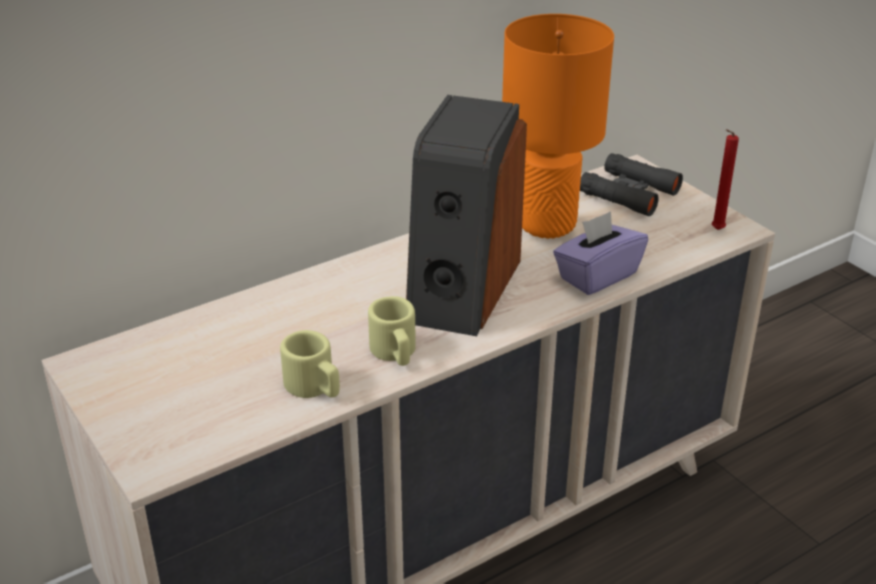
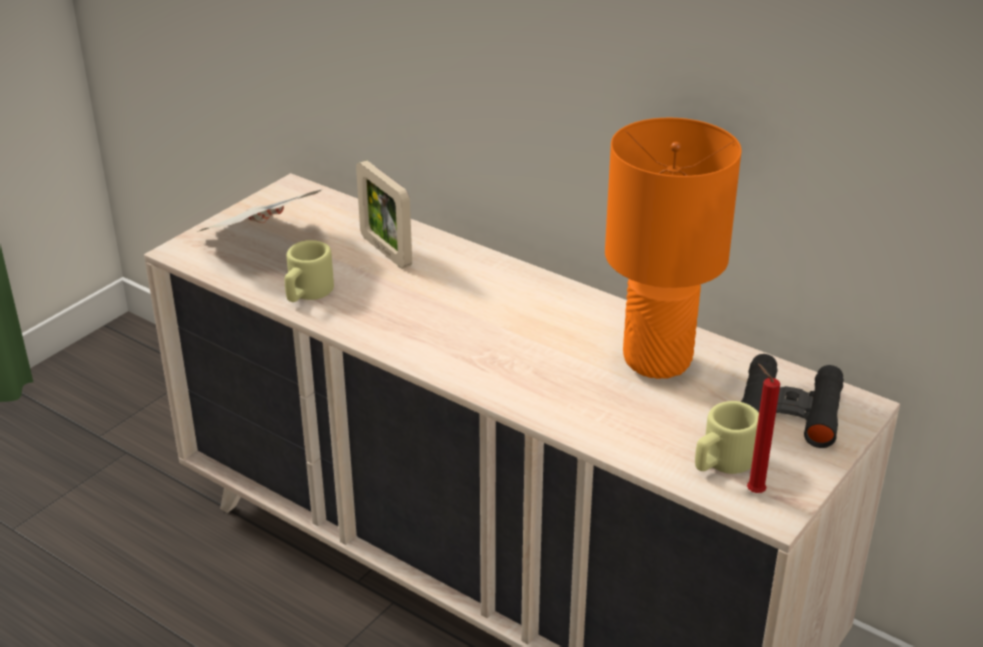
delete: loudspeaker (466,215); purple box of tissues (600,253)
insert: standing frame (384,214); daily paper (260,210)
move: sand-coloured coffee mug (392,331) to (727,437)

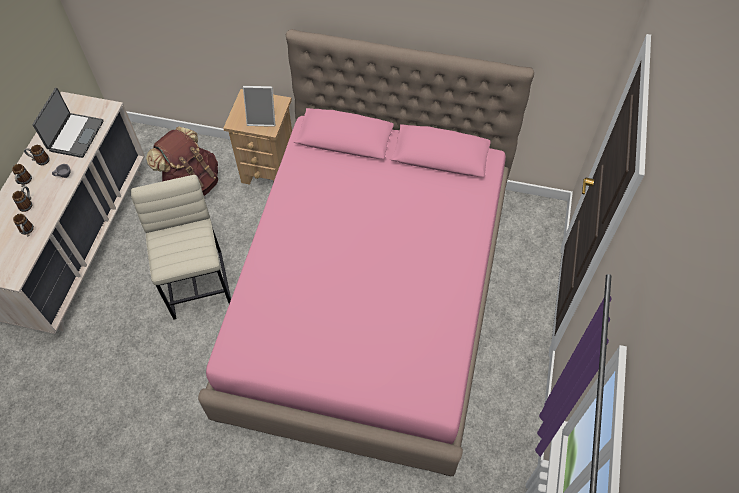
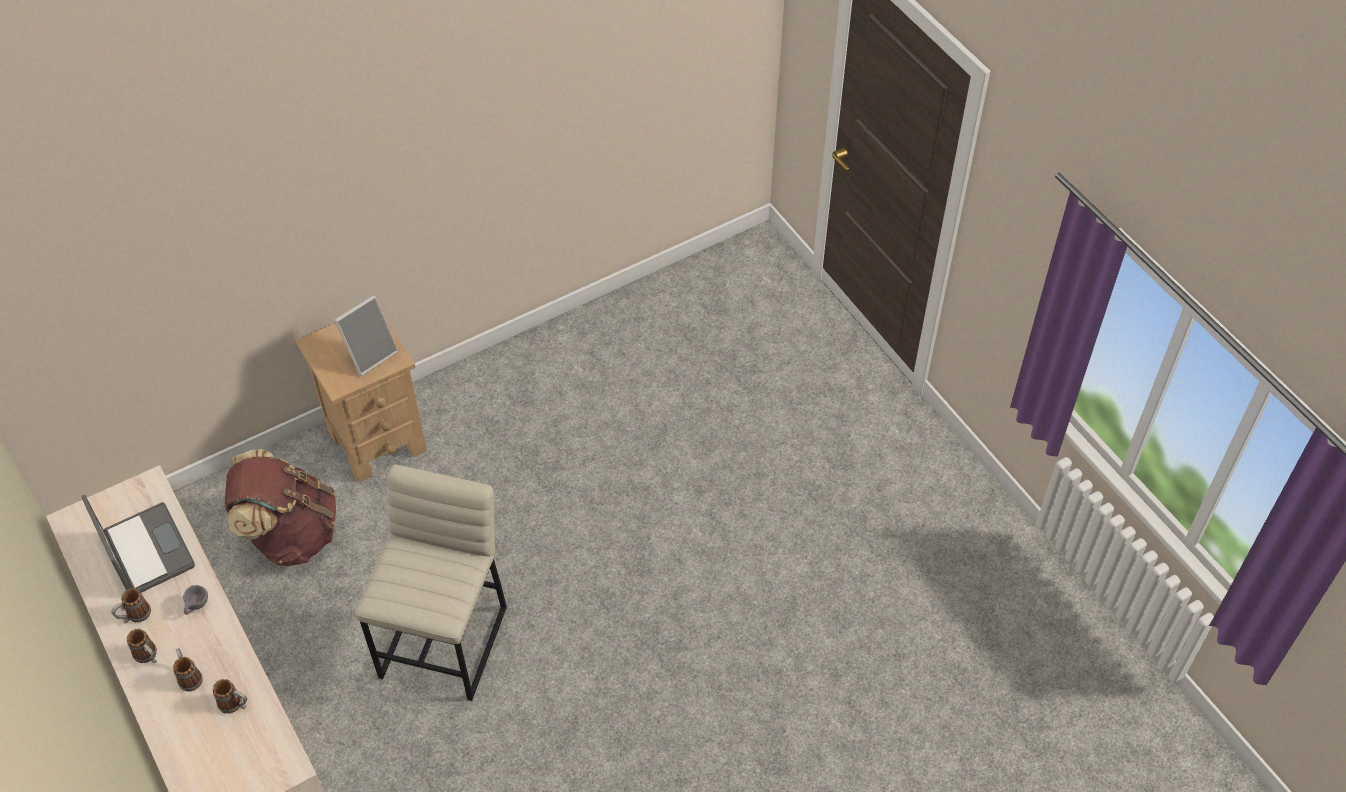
delete: pink bedroom bed (366,252)
rotate: sand-coloured upright chair (181,247) = (431,582) 75 degrees clockwise

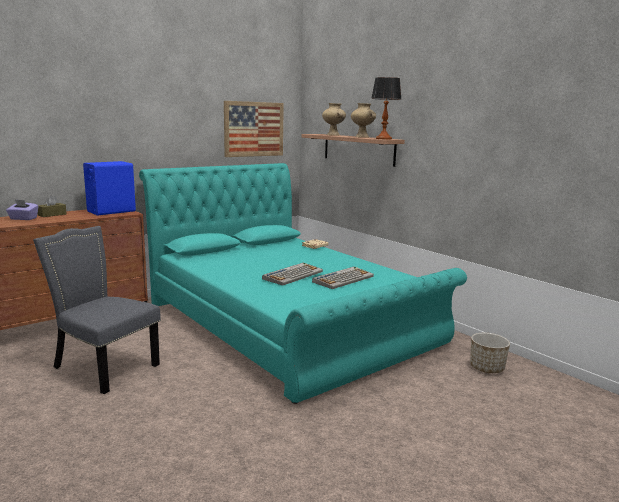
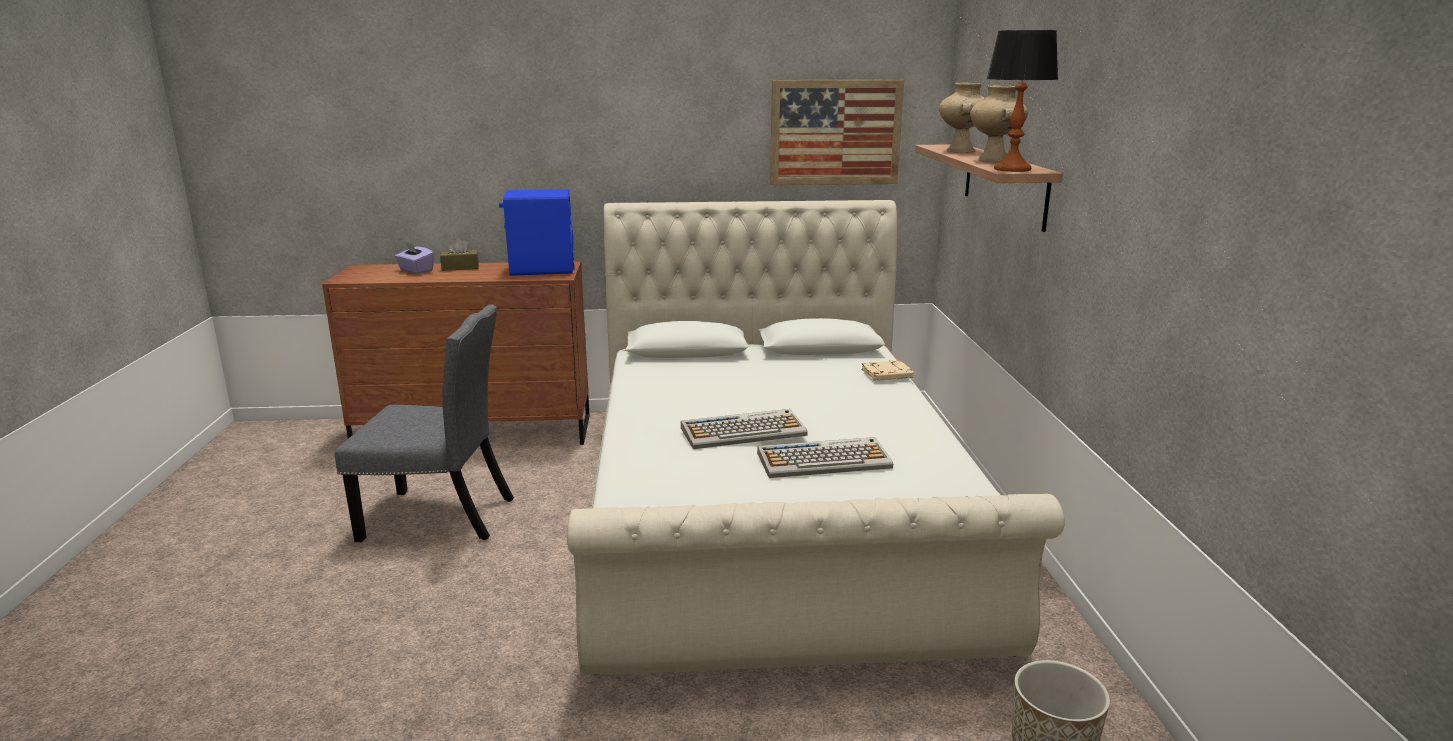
recolor: blue-green bedroom bed (303,283) to sand-coloured bedroom bed (816,437)
rotate: grey upright chair (97,310) = (424,423) 120 degrees clockwise

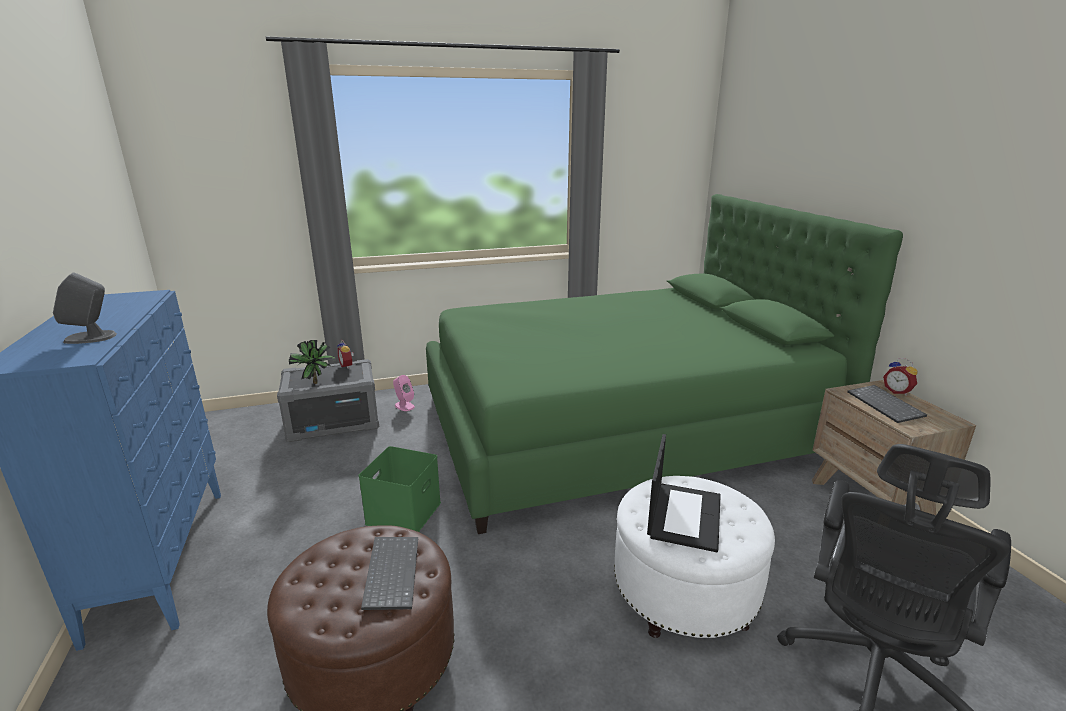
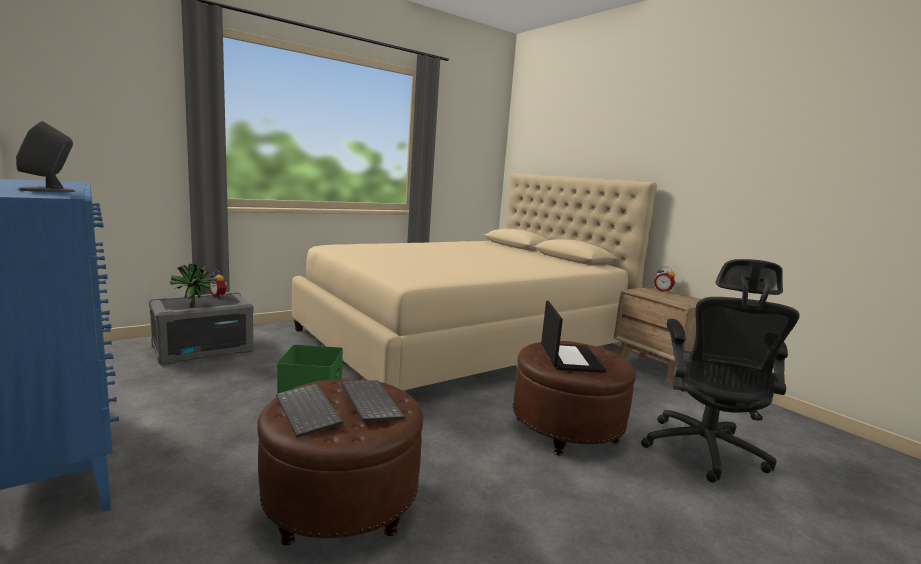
delete: pink loudspeaker (404,393)
move: PC keyboard (887,404) to (309,410)
recolor: greenish bedroom bed (664,364) to sand-coloured bedroom bed (474,282); white-coloured pouffe (694,557) to brown-coloured pouffe (574,398)

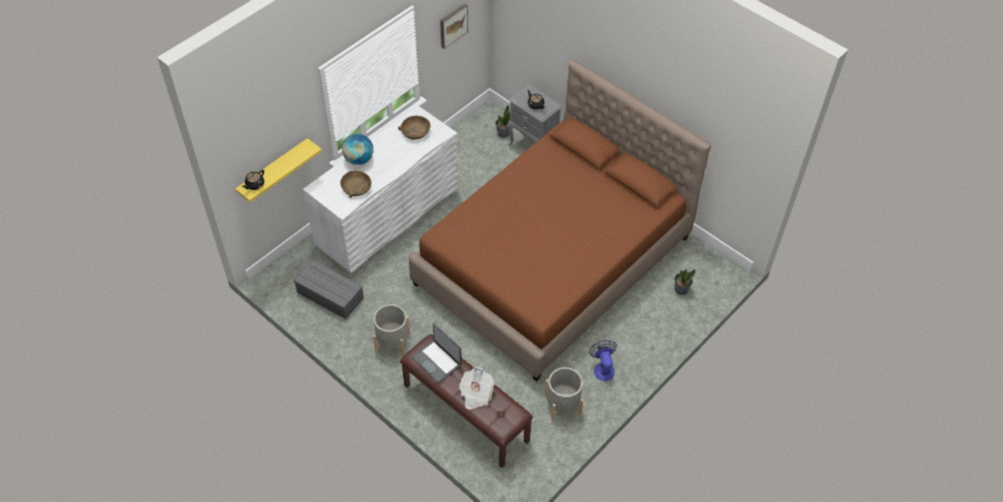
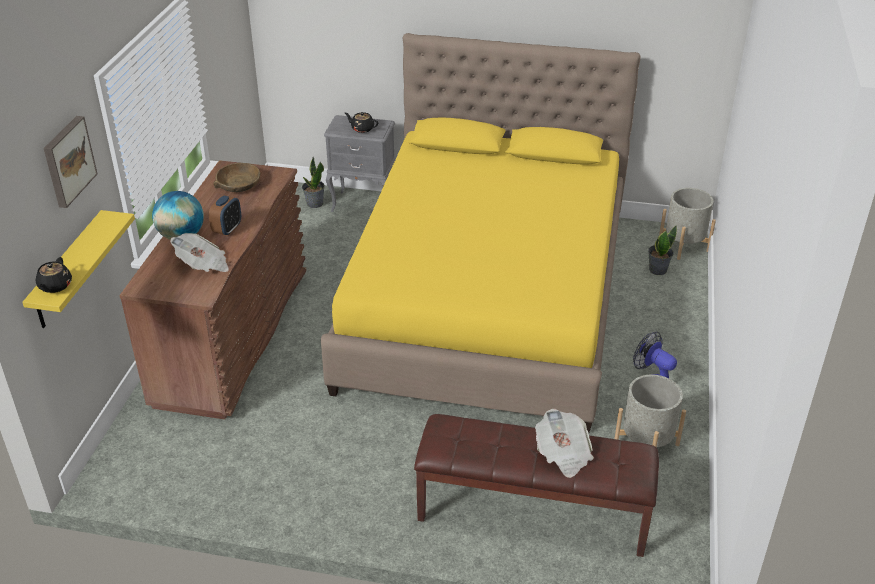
delete: grey storage box (329,289); portable computer (437,353)
insert: table clock (225,215)
move: wall art (454,26) to (71,162); grey planter (391,330) to (687,224)
replace: brown-coloured serving bowl (355,184) to daily paper (199,252)
recolor: brown-coloured bedroom bed (560,221) to yellow bedroom bed (481,233); white-coloured drawer chest (381,189) to brown-coloured drawer chest (213,289)

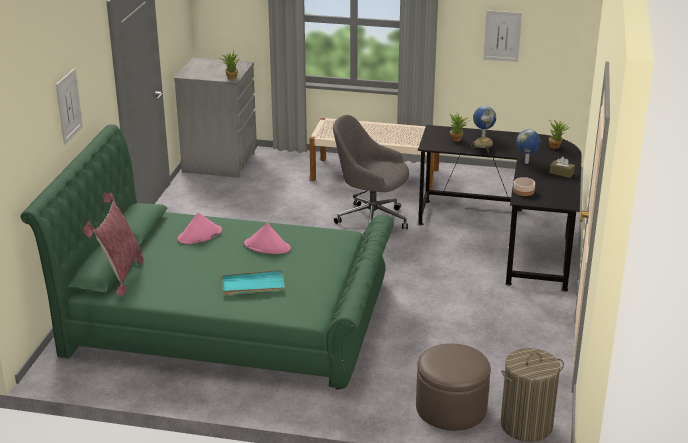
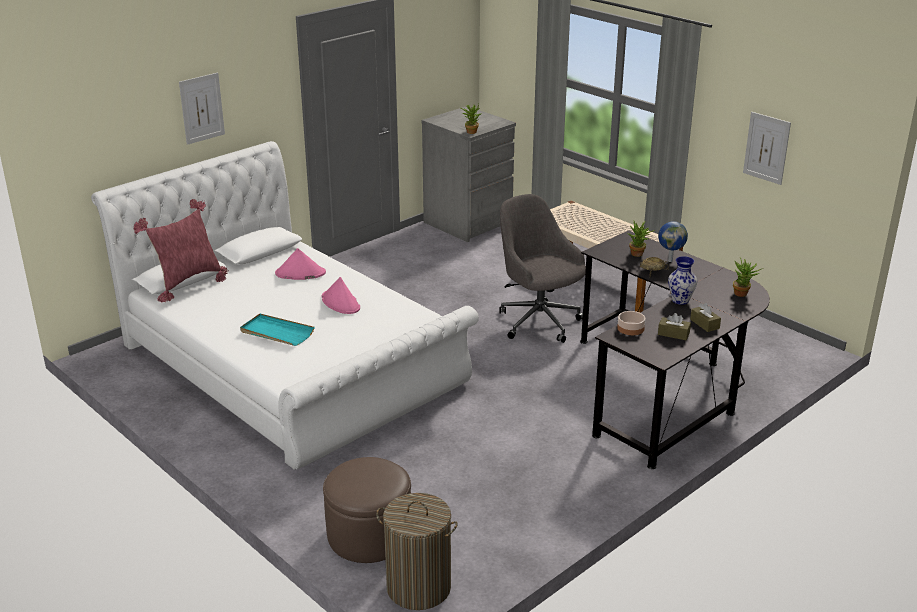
insert: brown-coloured box of tissues (674,326)
replace: world globe (528,146) to flower vase (682,280)
recolor: greenish bedroom bed (207,257) to white-coloured bedroom bed (285,305)

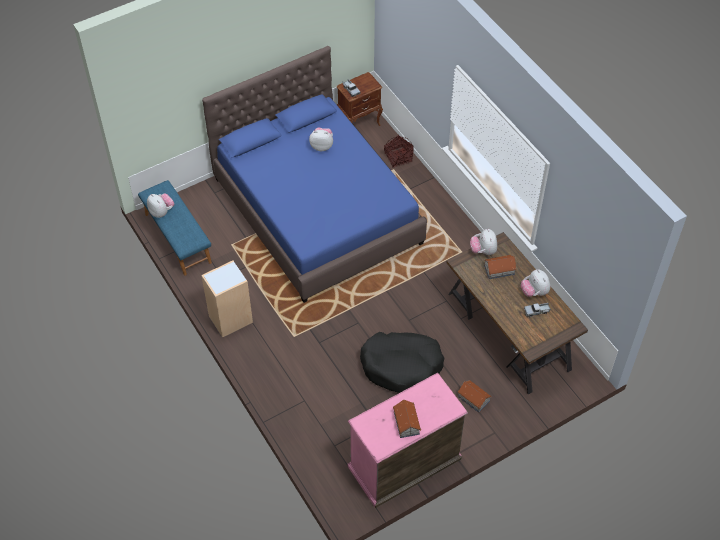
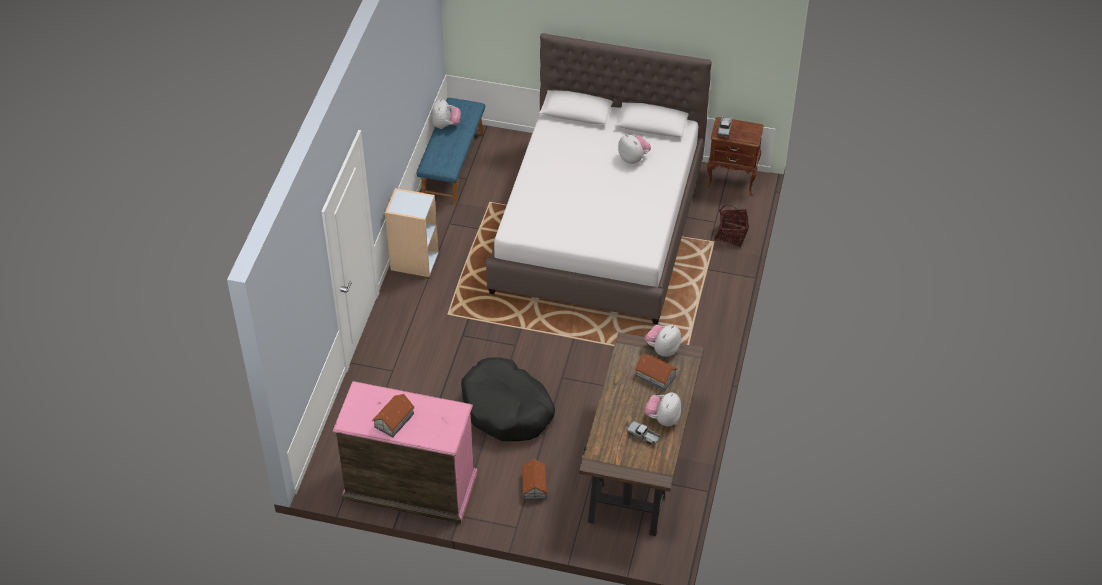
recolor: blue-coloured bedroom bed (314,174) to white-coloured bedroom bed (599,179)

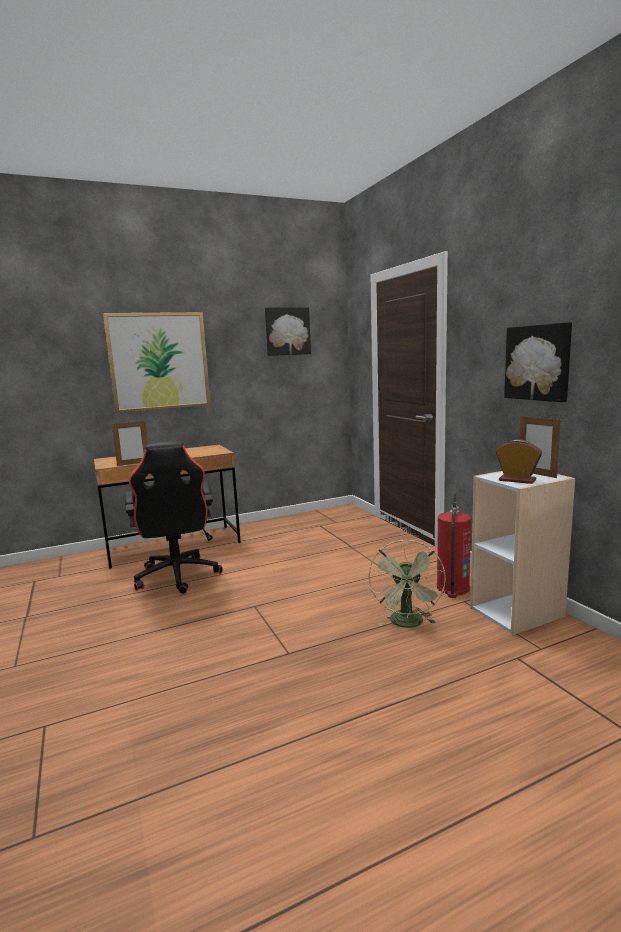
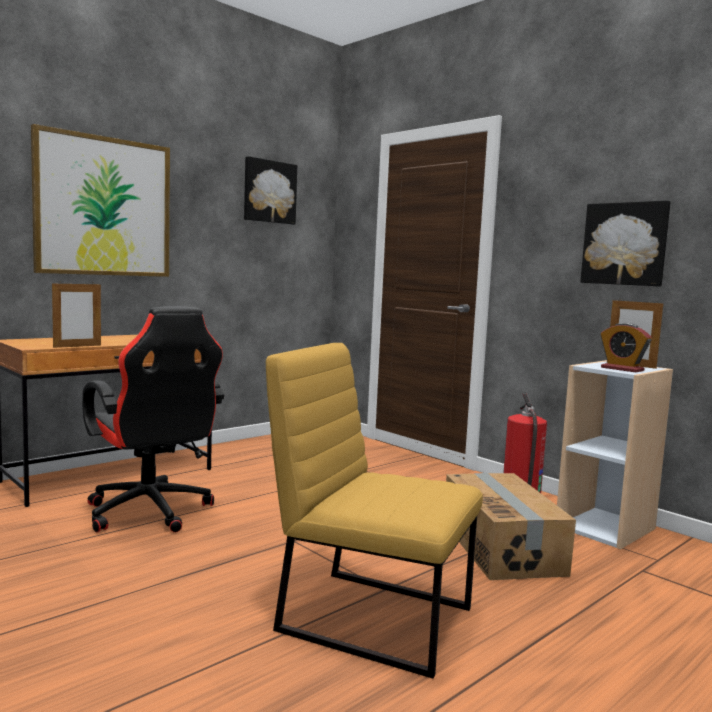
insert: yellow upright chair (374,511)
replace: greenish cooling fan (407,583) to carton (511,526)
rotate: table clock (519,461) = (626,347) 150 degrees counterclockwise

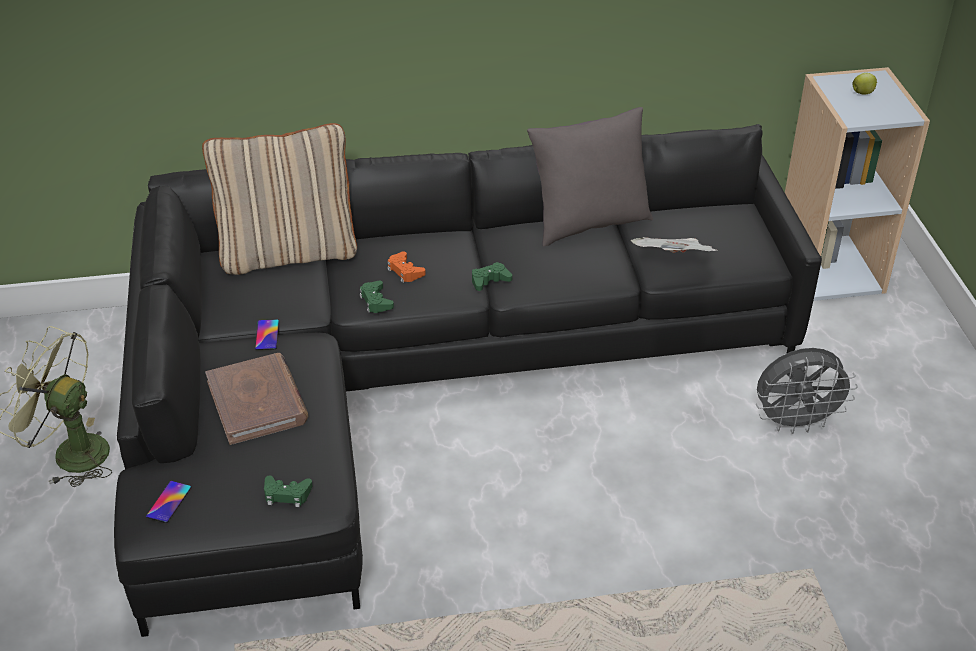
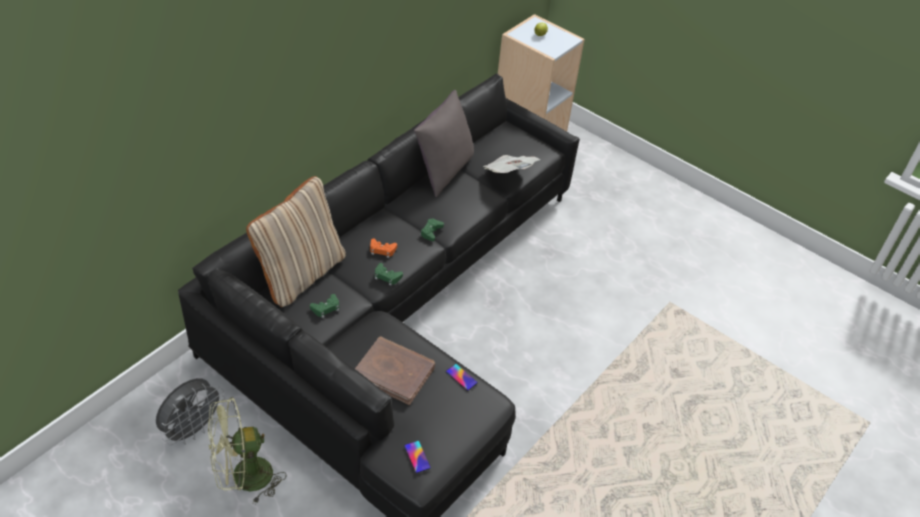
move: phone (267,334) to (462,377); grey cooling fan (807,391) to (190,412); greenish game controller (288,491) to (324,306)

